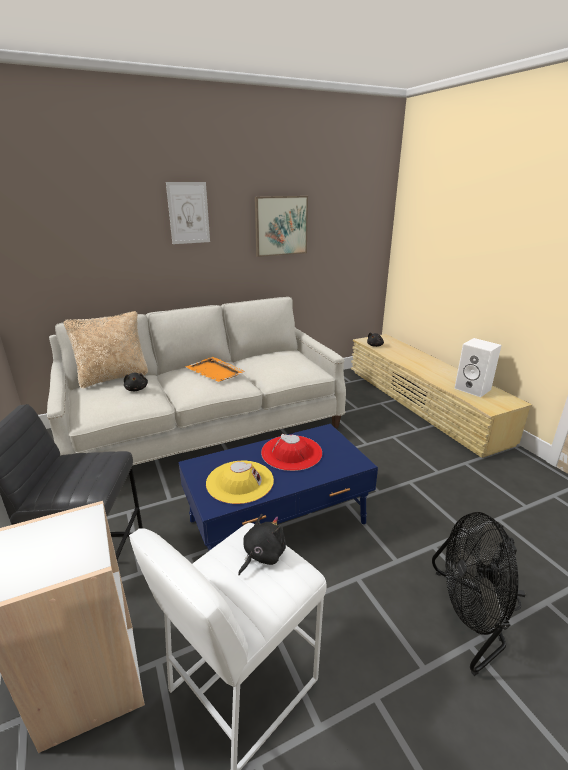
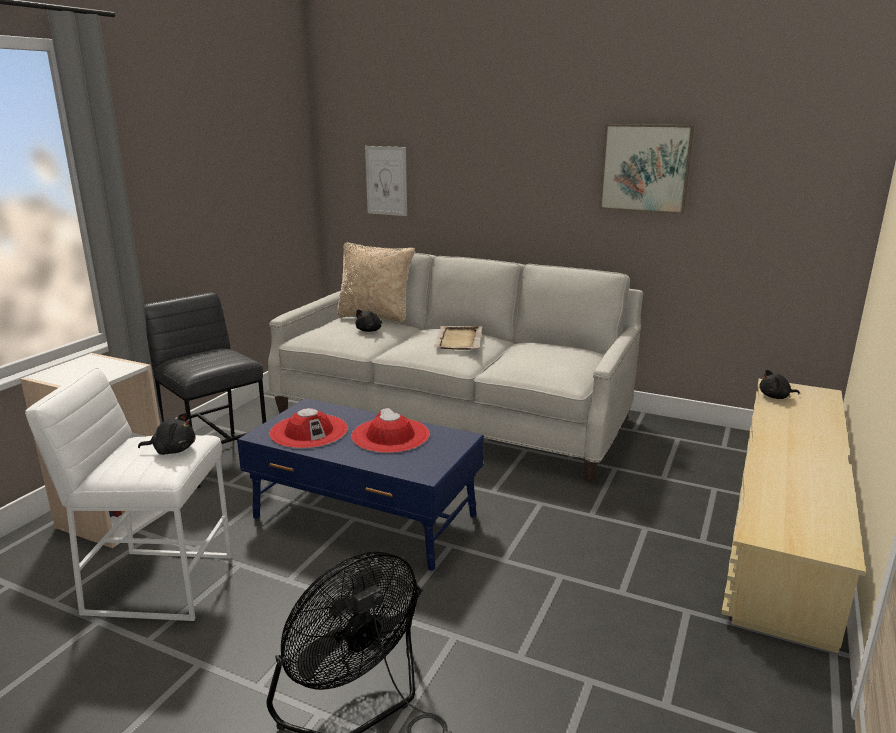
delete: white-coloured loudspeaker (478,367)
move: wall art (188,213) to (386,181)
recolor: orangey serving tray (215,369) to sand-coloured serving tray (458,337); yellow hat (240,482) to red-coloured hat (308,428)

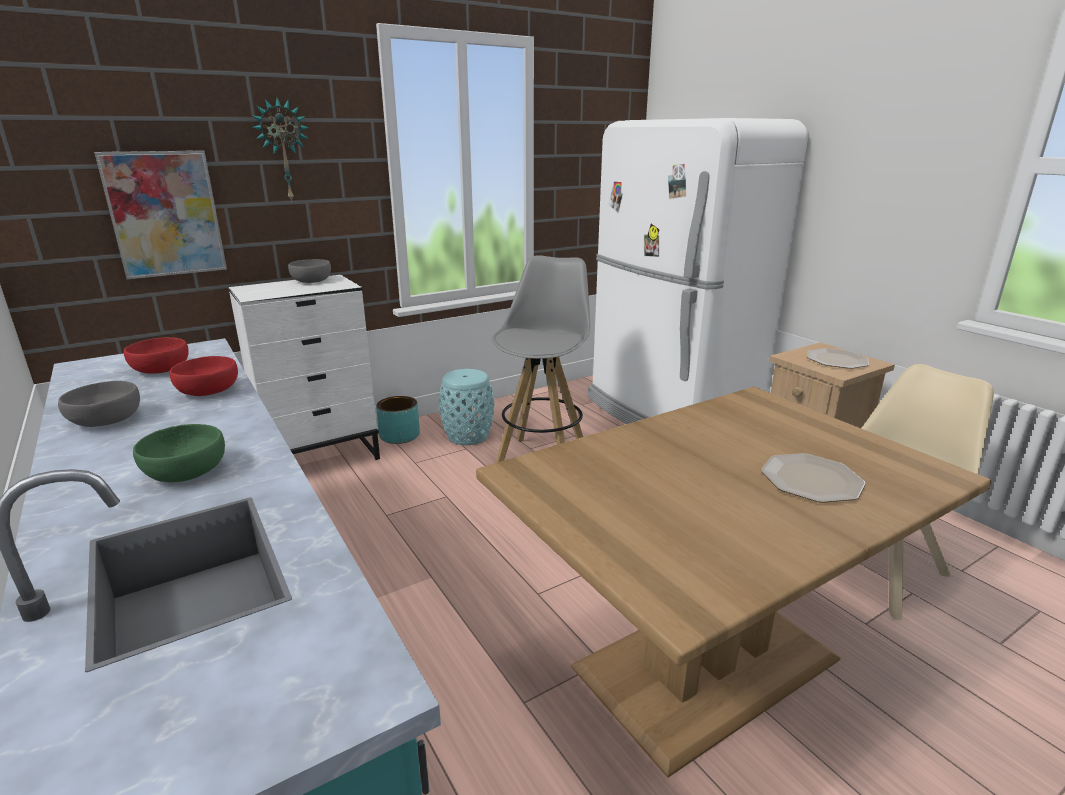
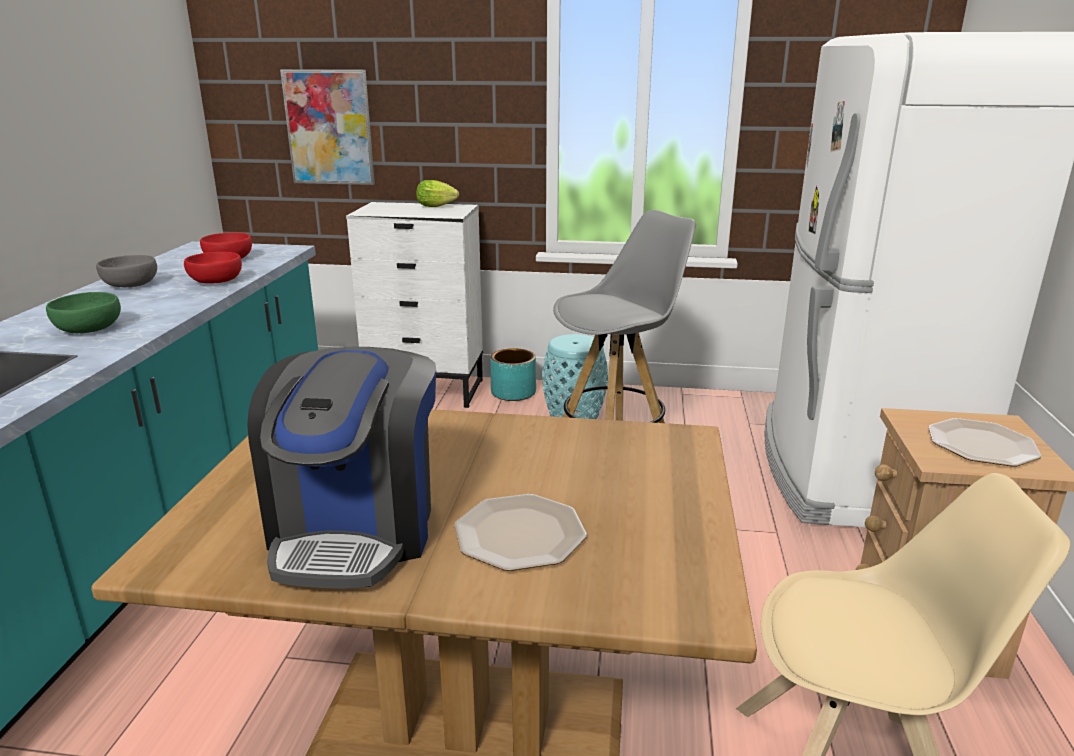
delete: clock on the wall (280,150)
insert: coffee maker (341,467)
replace: grey serving bowl (309,271) to lettuce head (437,193)

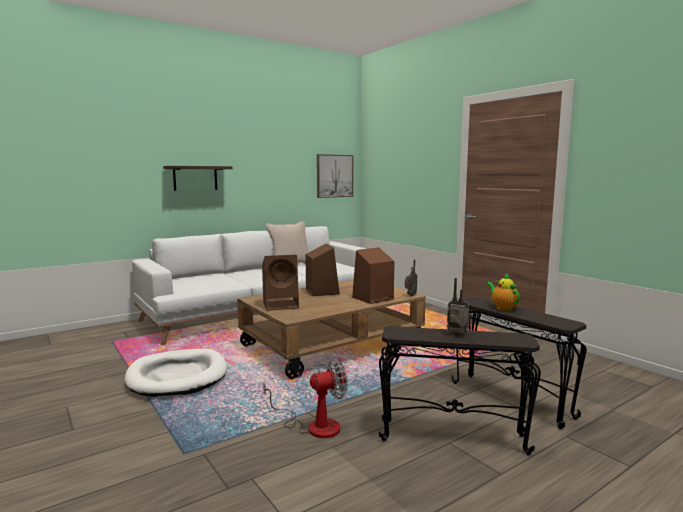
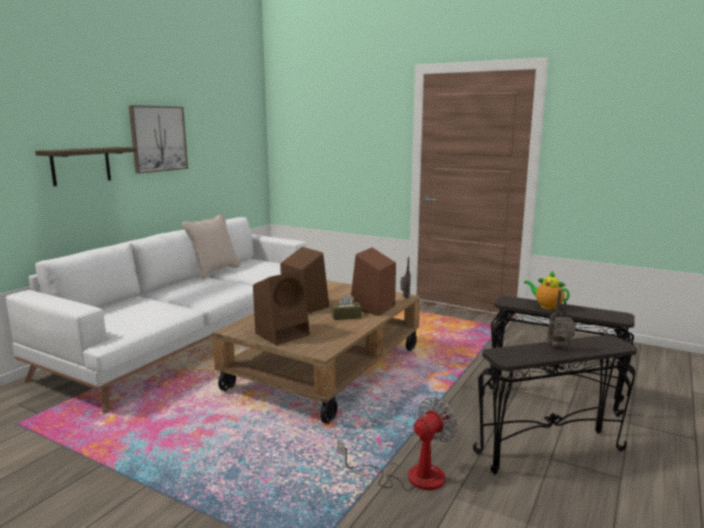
delete: white-coloured dog cushion (175,373)
insert: brown-coloured box of tissues (346,307)
move: wall art (335,176) to (158,139)

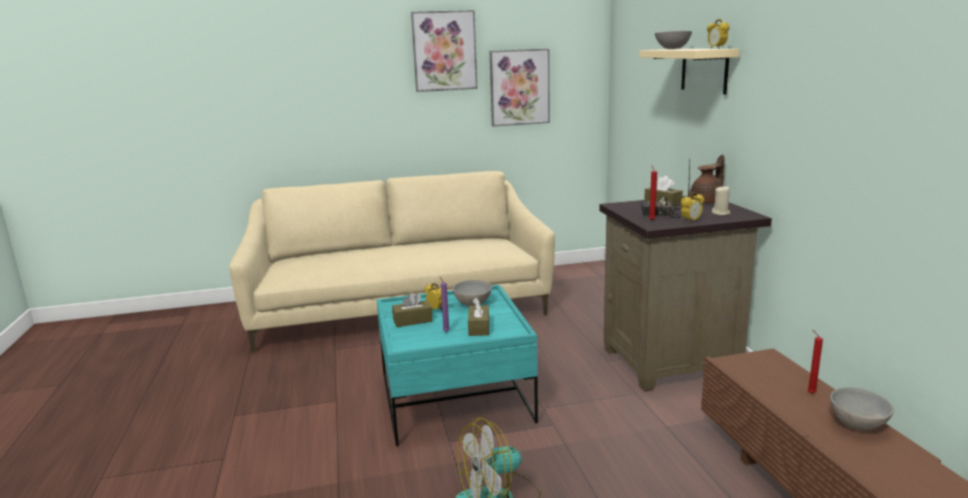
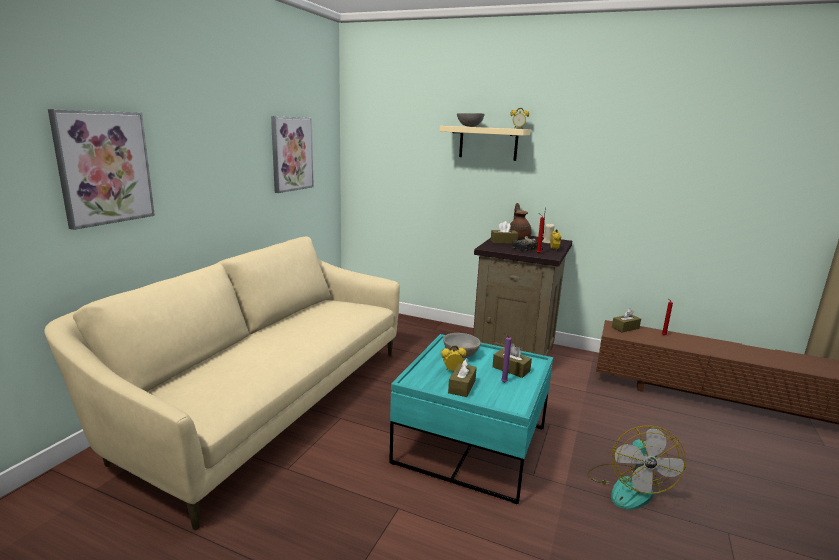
delete: grey serving bowl (862,409)
insert: brown-coloured box of tissues (626,321)
move: wall art (444,51) to (101,169)

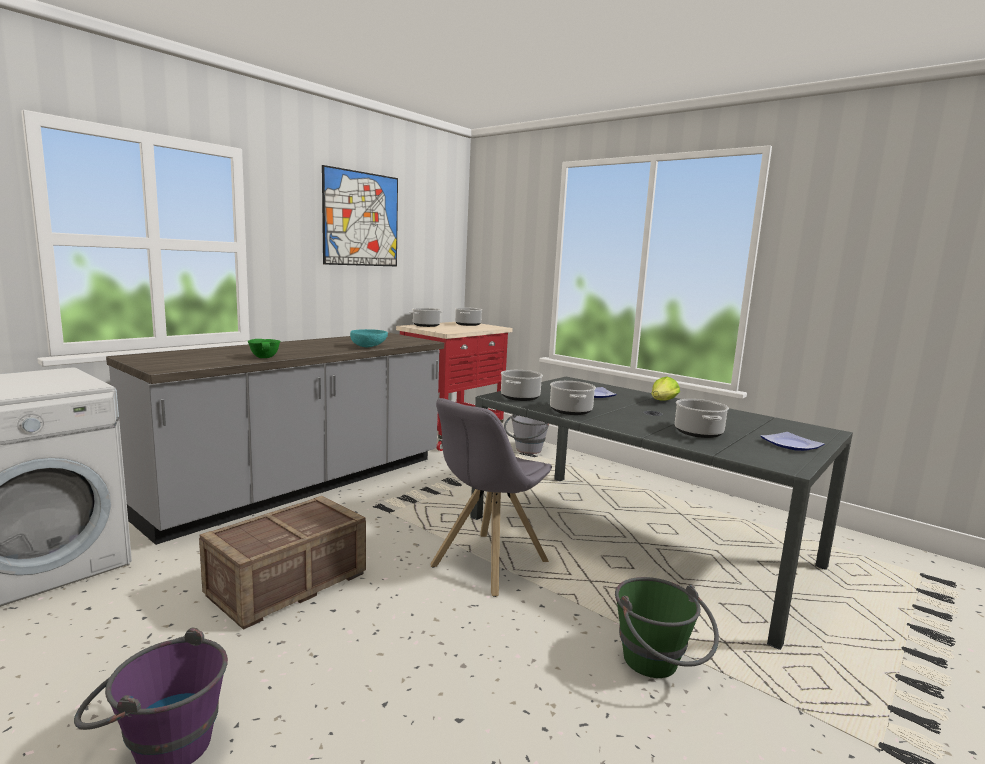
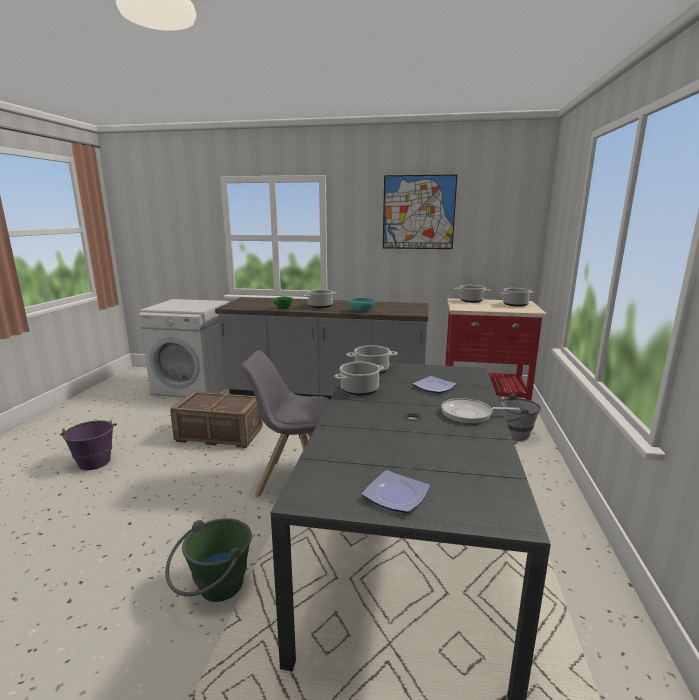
move: cooking pot (702,418) to (320,299)
replace: lettuce head (665,388) to pan (480,411)

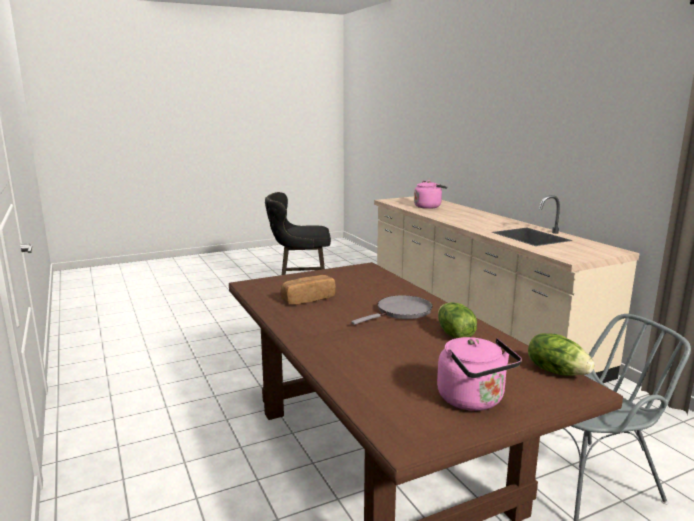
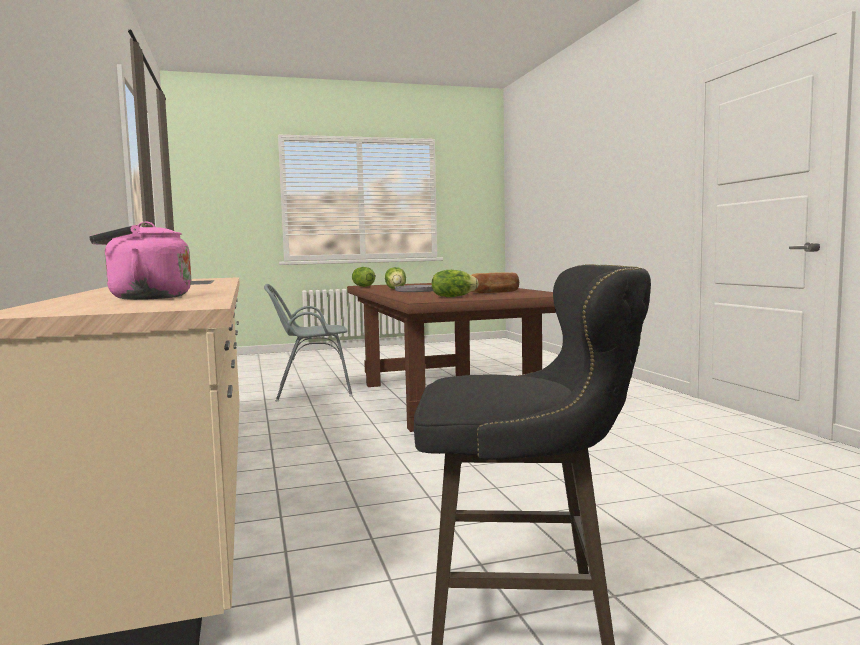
delete: pink water kettle (479,374)
insert: lettuce head (455,283)

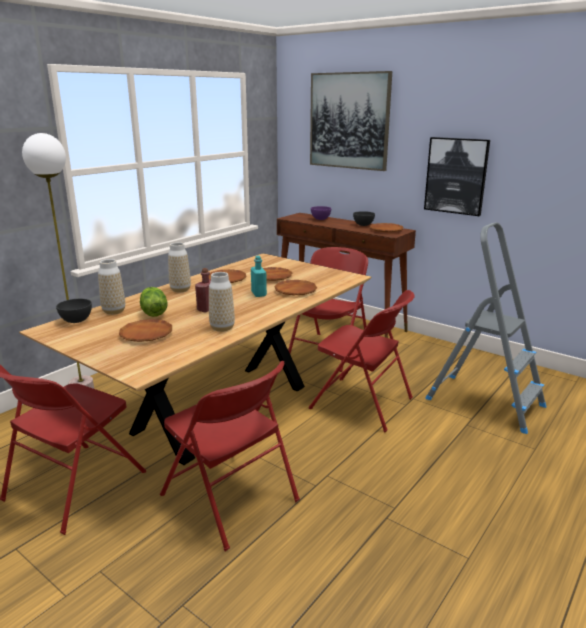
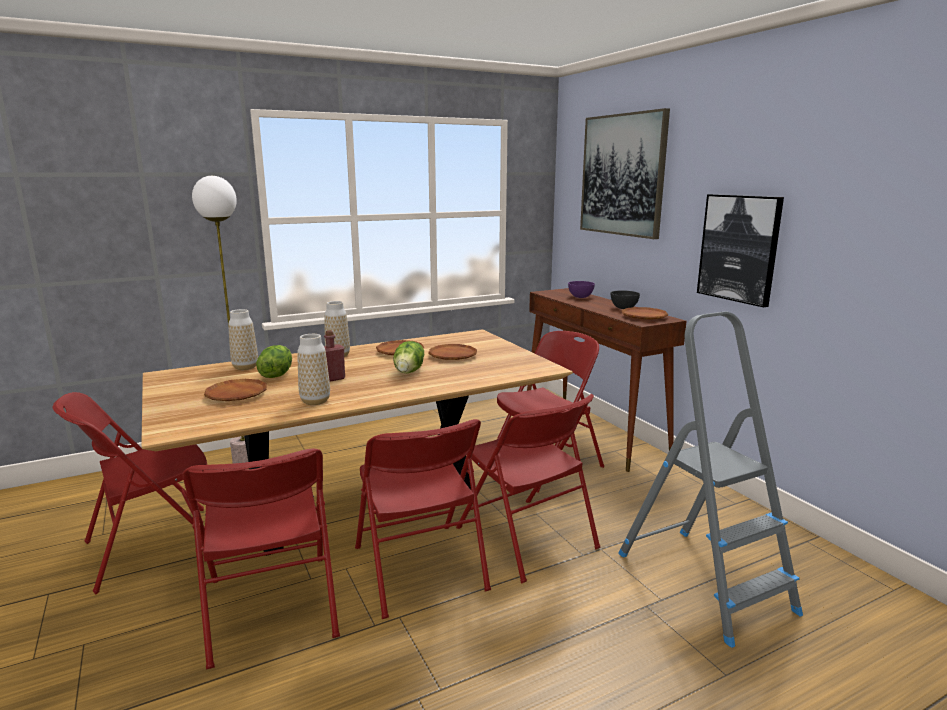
delete: brown-coloured dinner plate (295,287); grey serving bowl (74,311)
insert: red-coloured upright chair (423,519)
replace: blue-green beverage bottle (259,276) to lettuce head (409,357)

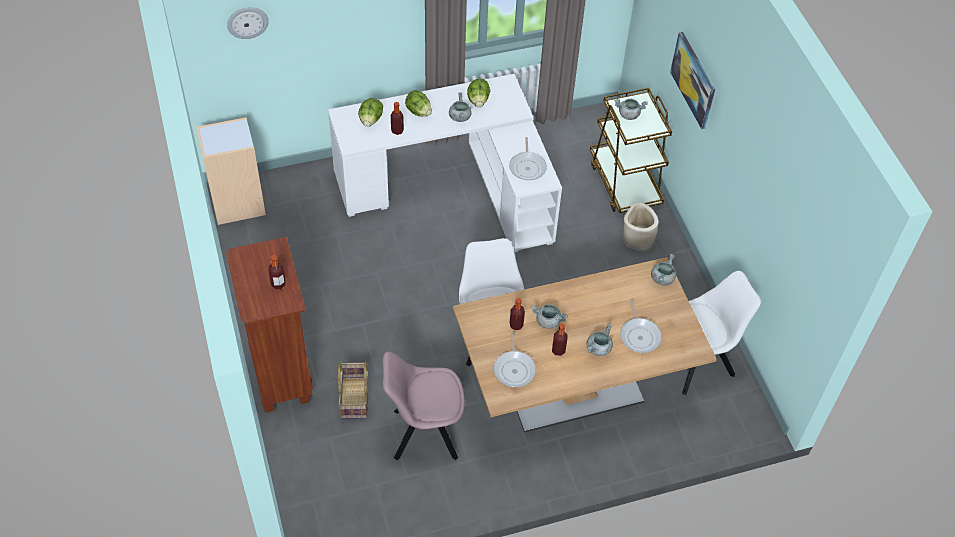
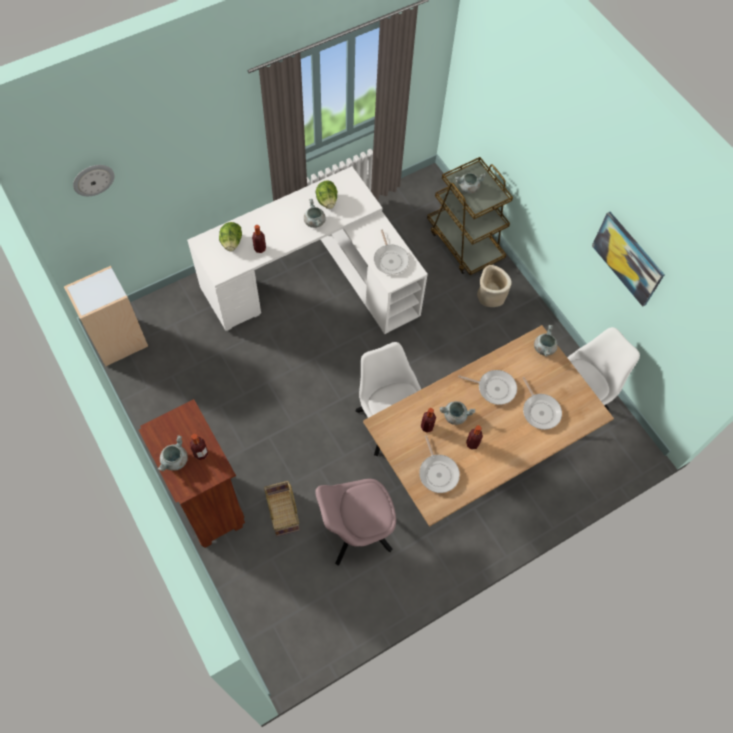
delete: lettuce head (418,103)
insert: pan (487,387)
move: wall art (692,80) to (628,259); grey cooking pot (600,340) to (173,453)

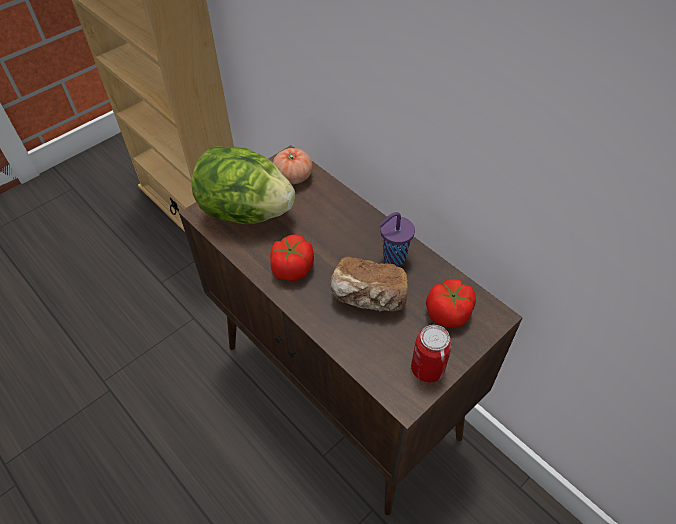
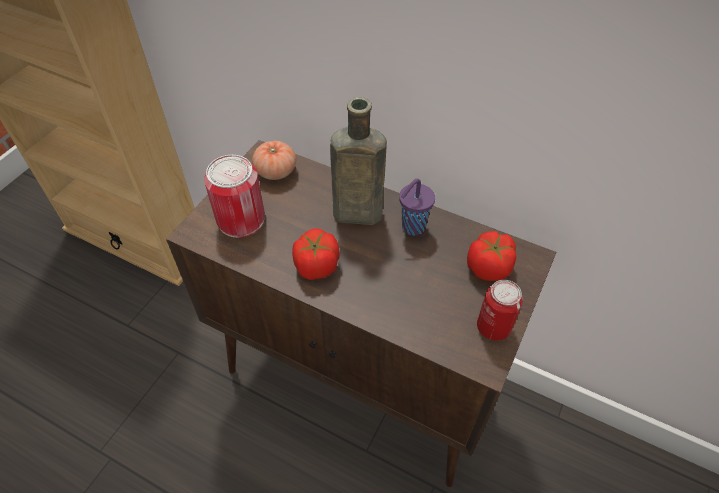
delete: bread (369,284)
insert: brown-coloured beverage bottle (358,161)
replace: lettuce head (243,185) to metal can (234,196)

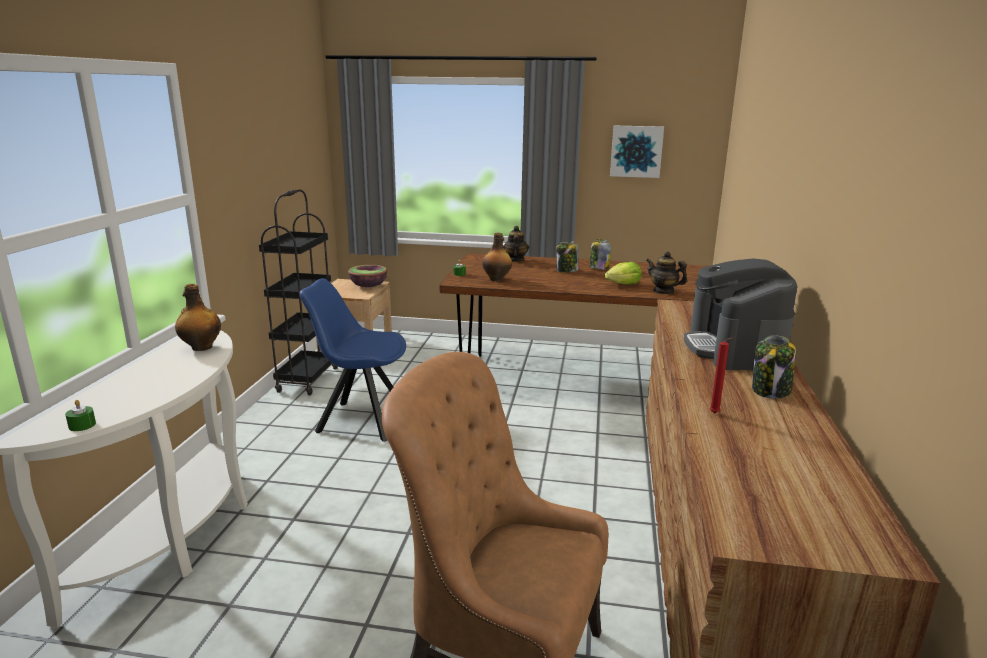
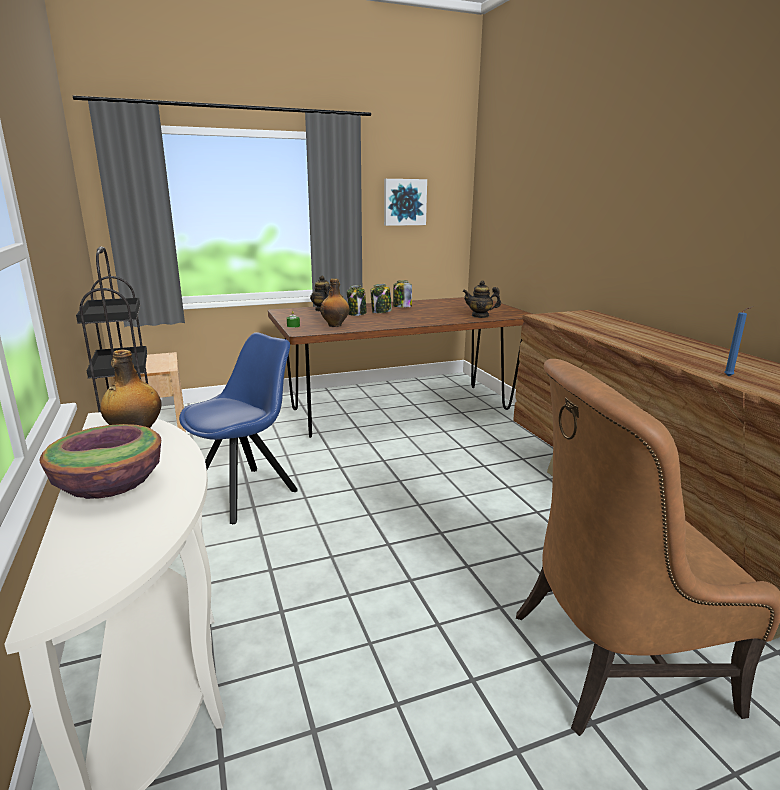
delete: coffee maker (740,314); lettuce head (623,273); greenish wax light (80,415)
move: serving bowl (367,276) to (100,461); preserve jar (774,367) to (357,300)
recolor: red-coloured wax light (721,375) to blue-coloured wax light (739,341)
rotate: blue-coloured upright chair (352,360) = (238,428) 150 degrees clockwise

